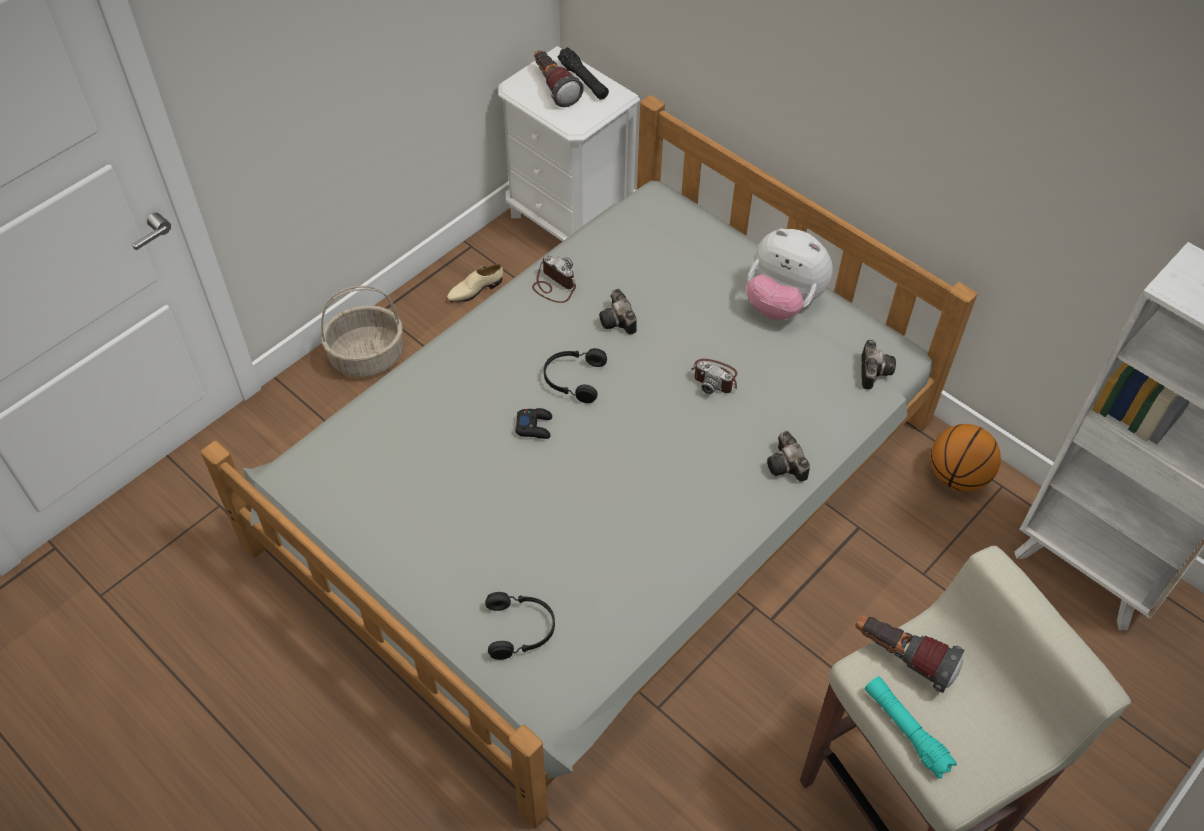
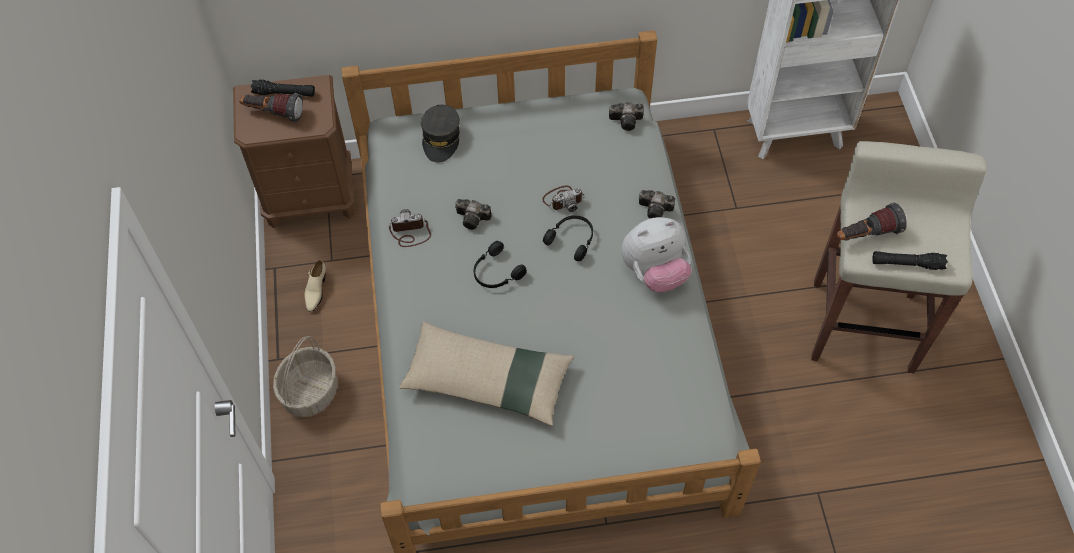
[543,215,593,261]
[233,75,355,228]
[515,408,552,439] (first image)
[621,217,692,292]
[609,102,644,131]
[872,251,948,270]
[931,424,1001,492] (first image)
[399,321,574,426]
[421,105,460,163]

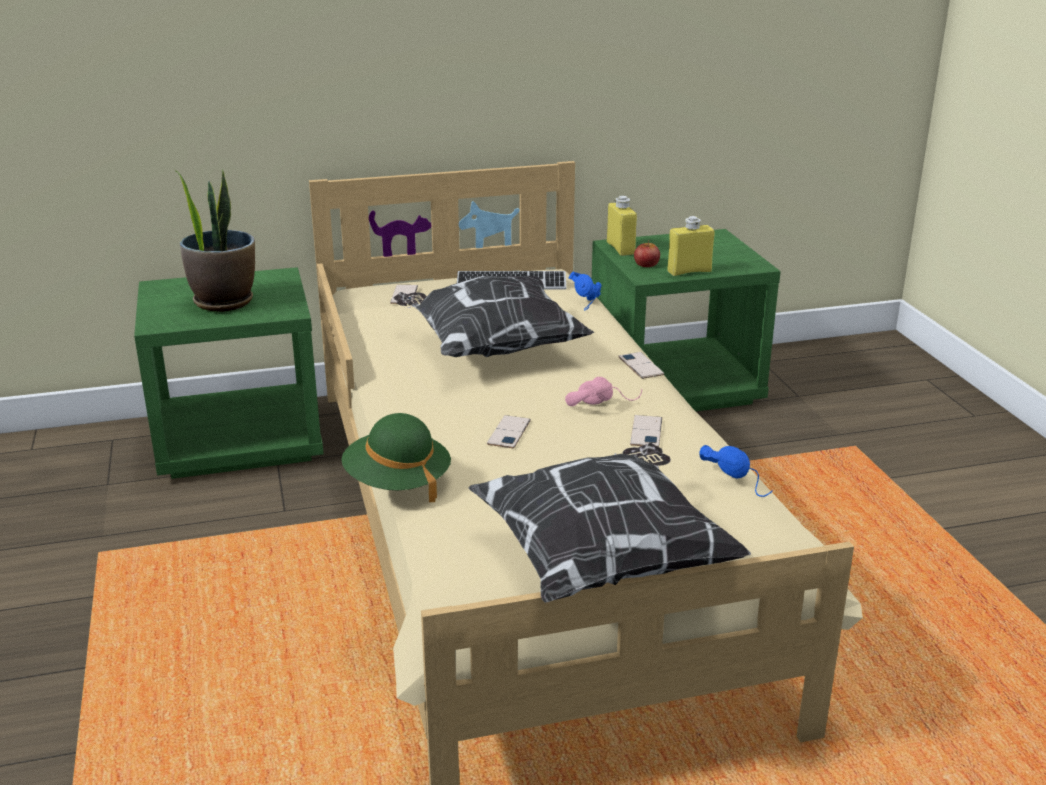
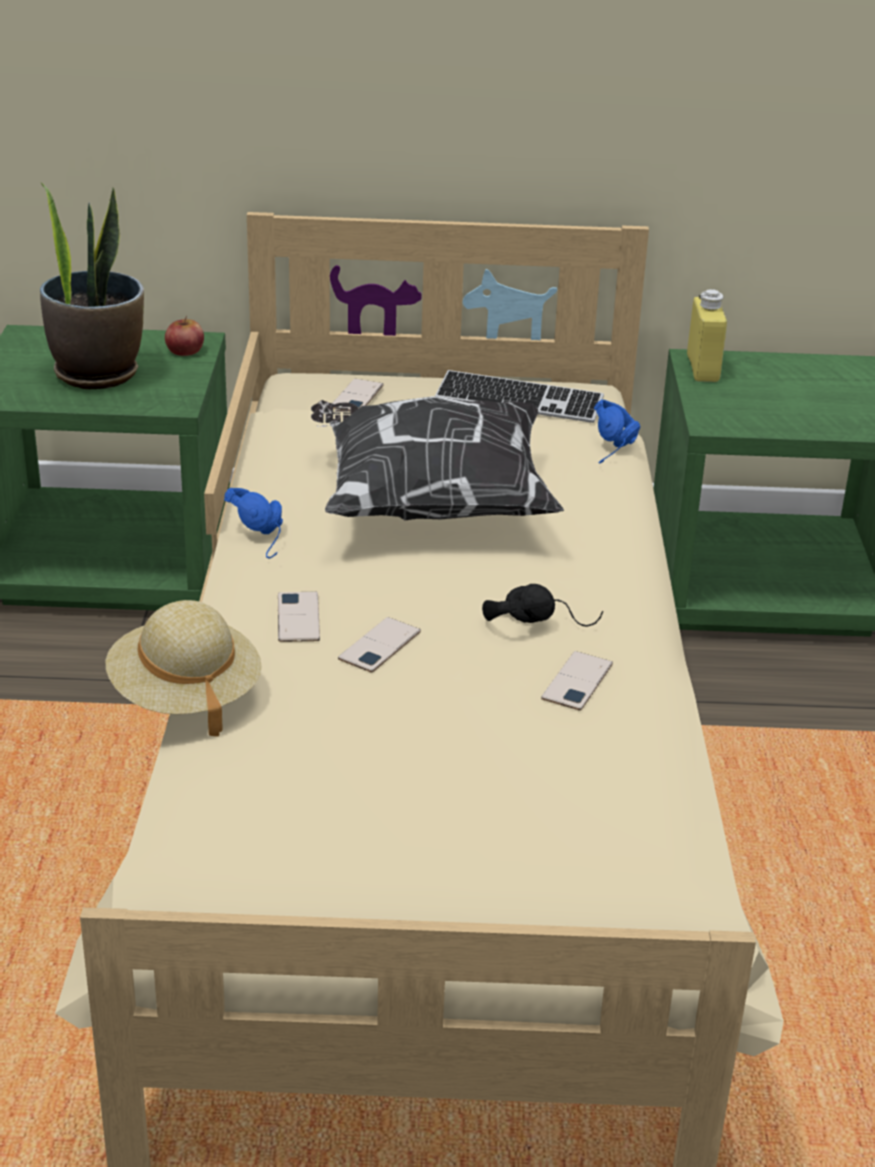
[106,600,262,736]
[469,442,751,603] (first image)
[482,584,603,626]
[278,592,320,642]
[165,316,204,356]
[668,216,715,276] (first image)
[224,488,283,558]

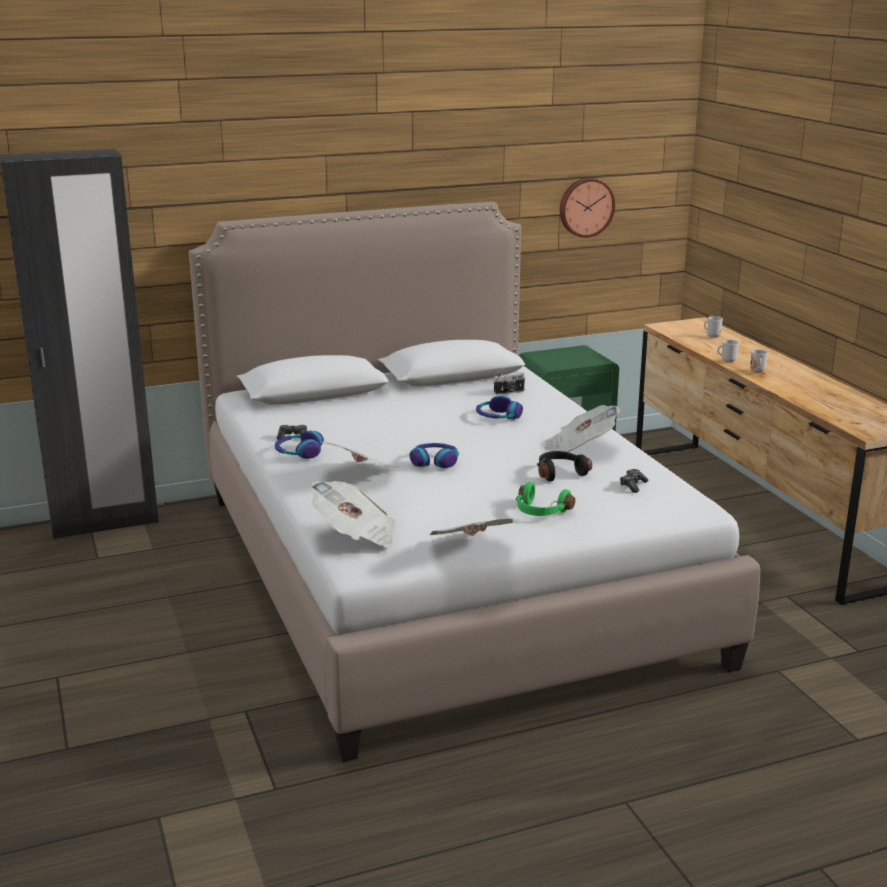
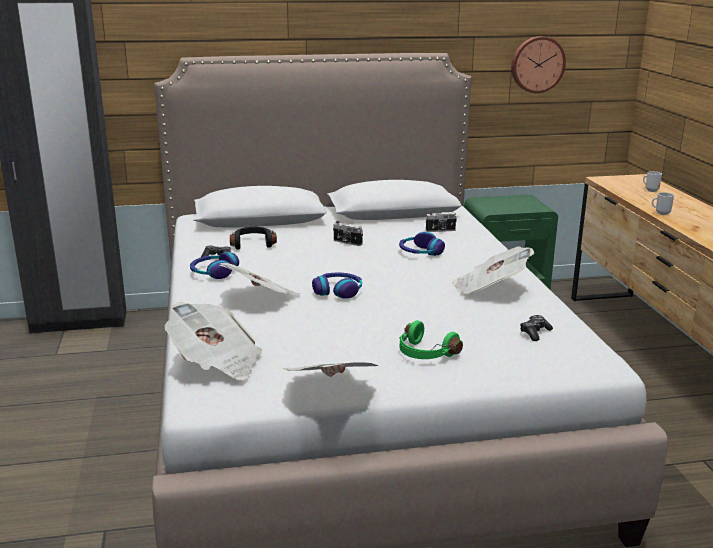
[230,227,277,249]
[750,350,768,373] (first image)
[333,221,363,246]

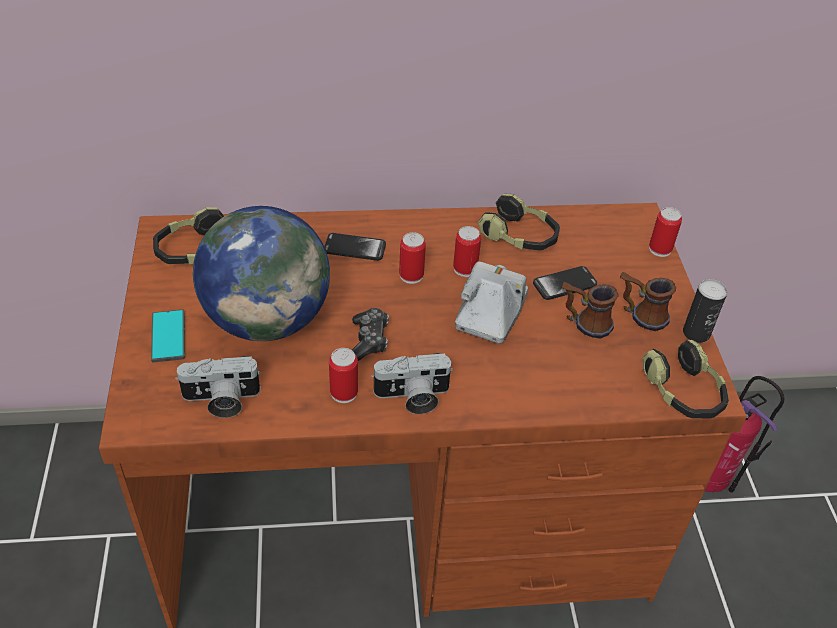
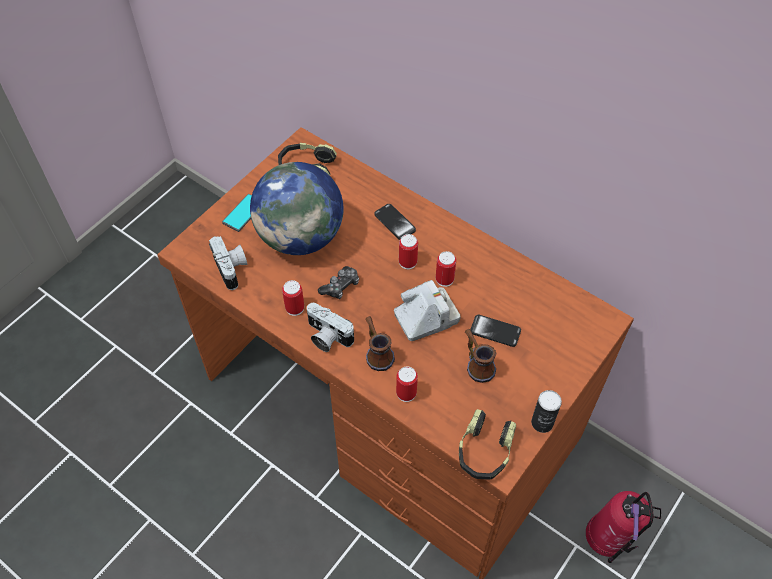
[209,236,247,290]
[478,194,560,250] (first image)
[365,316,395,371]
[396,366,418,402]

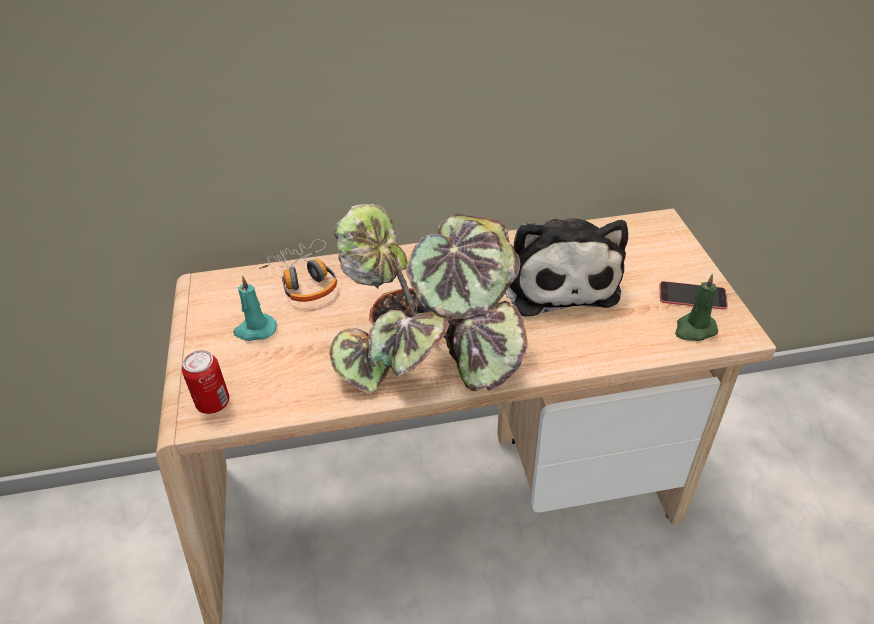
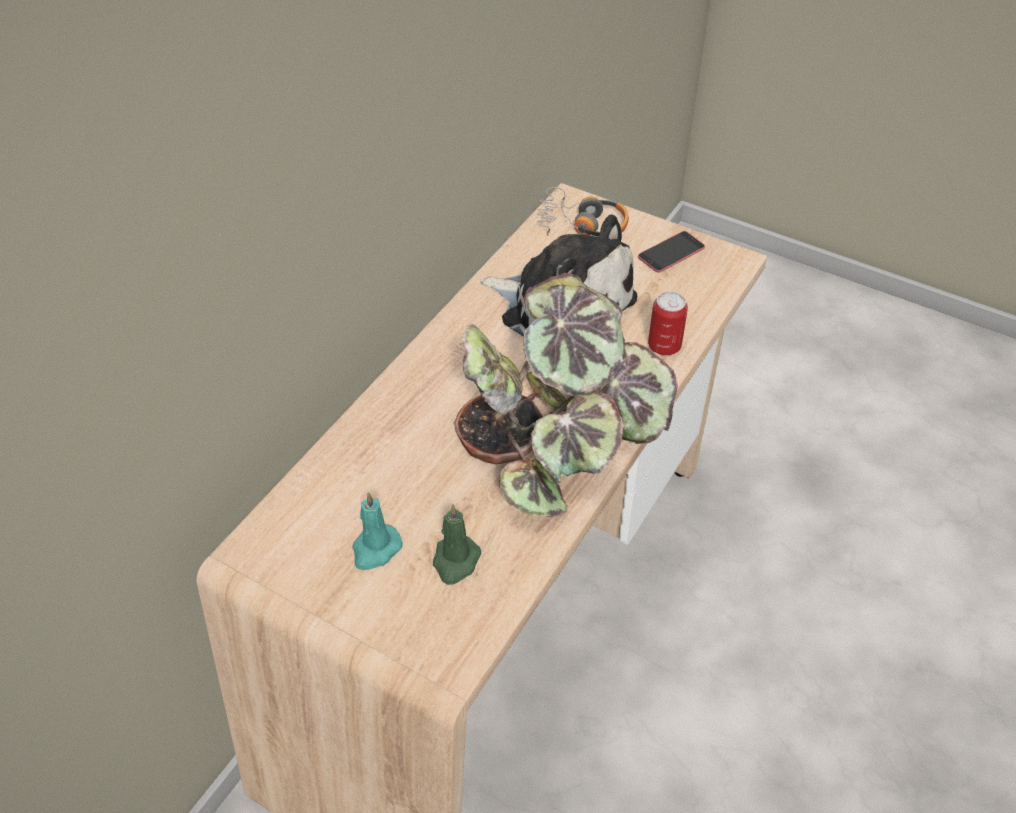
[648,291,688,356]
[537,187,629,236]
[433,505,482,585]

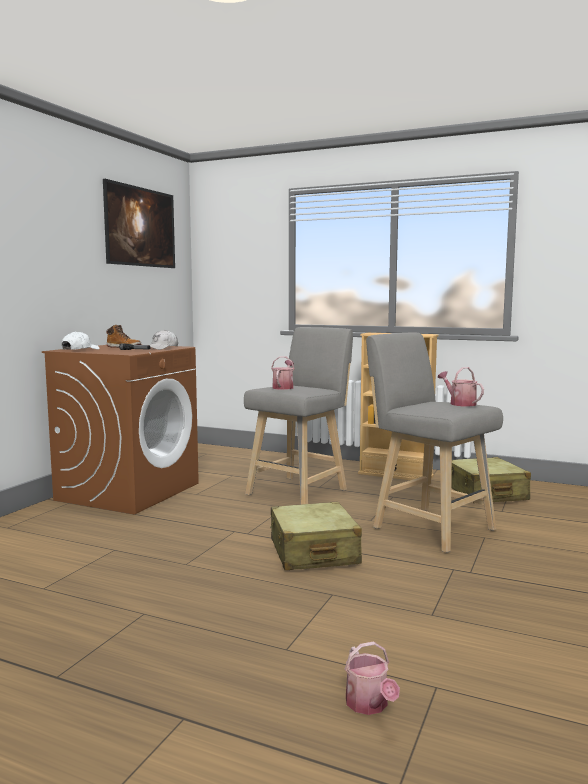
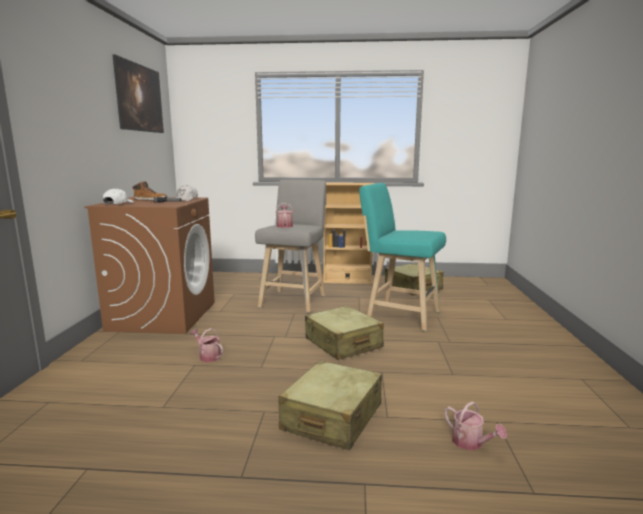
[359,183,446,331]
[190,328,223,362]
[278,361,382,450]

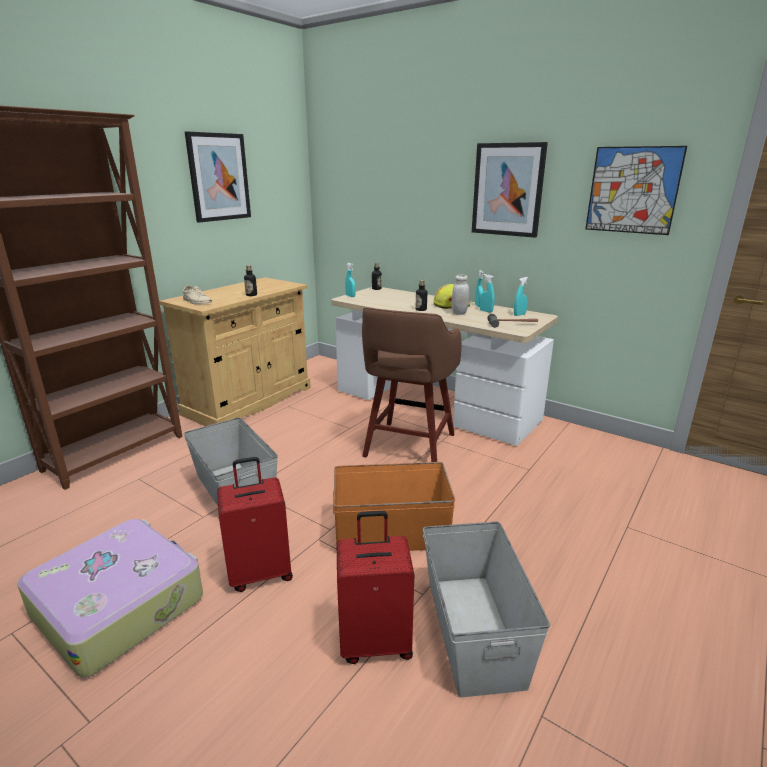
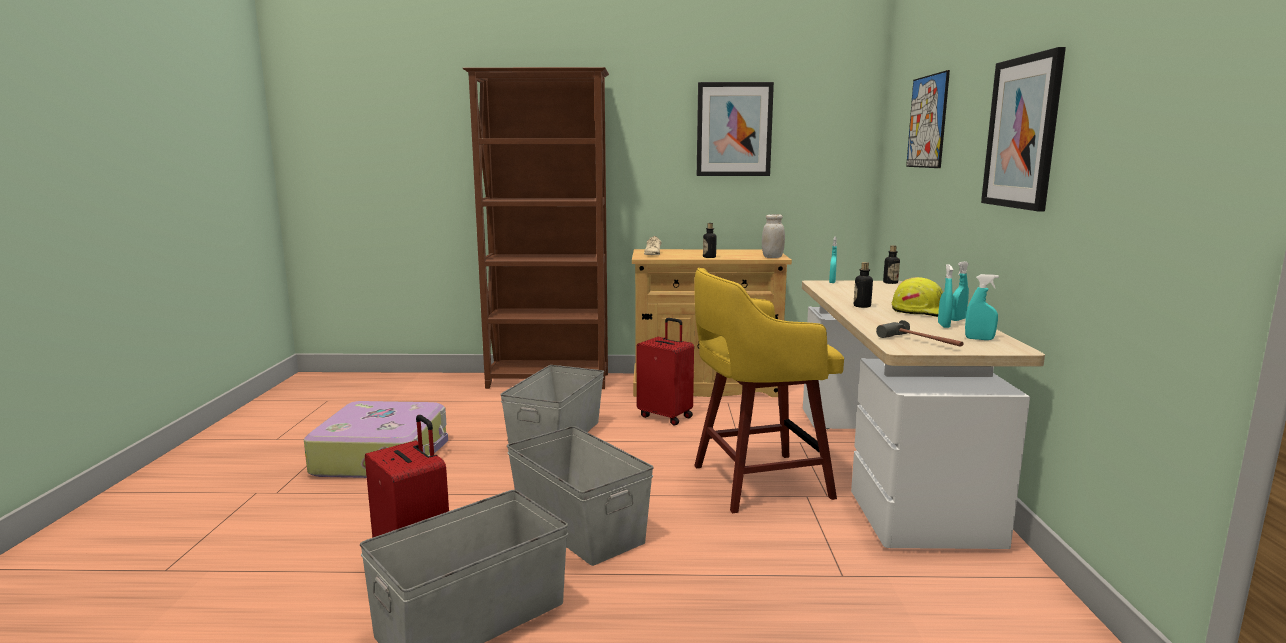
[637,318,694,425]
[507,426,654,566]
[694,268,844,513]
[762,214,785,258]
[906,70,950,168]

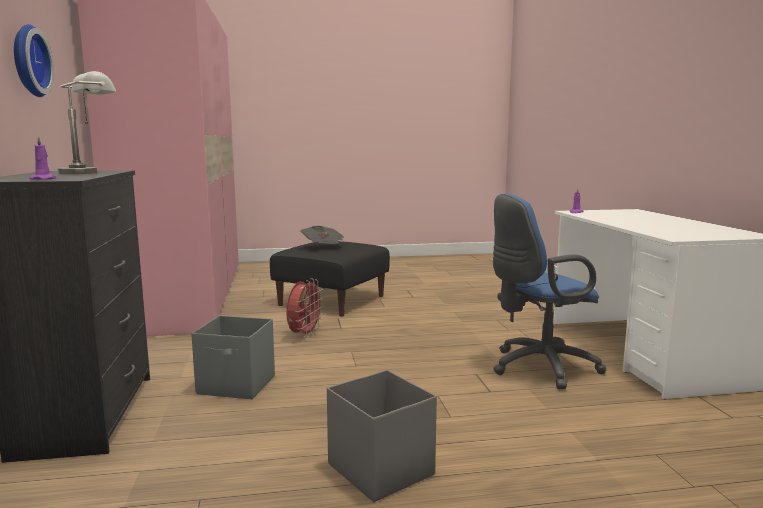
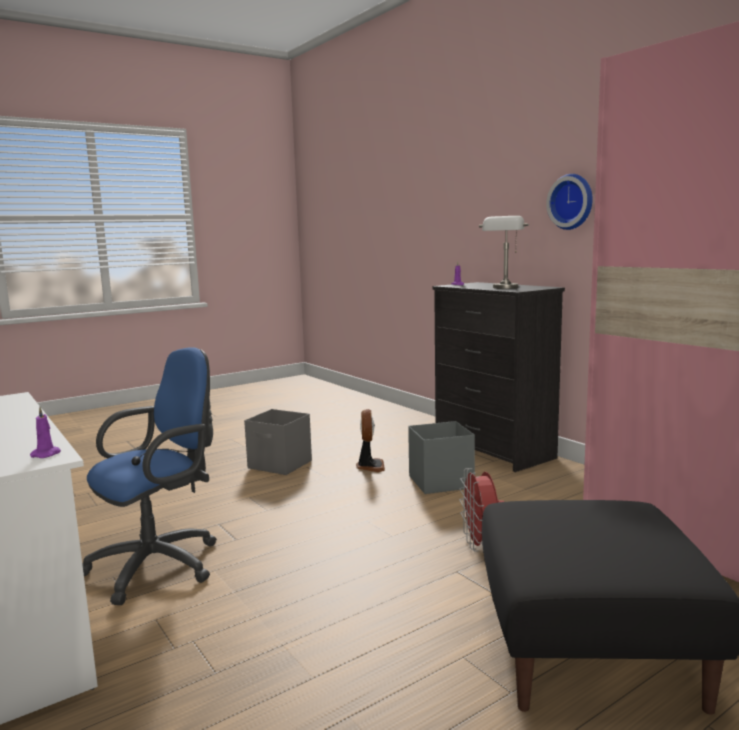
[300,226,344,244] (first image)
[356,409,385,472]

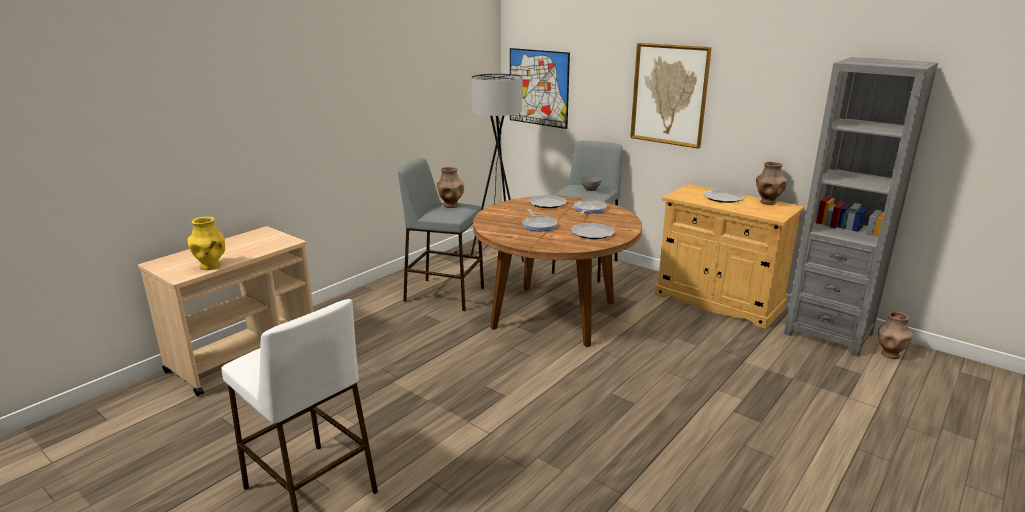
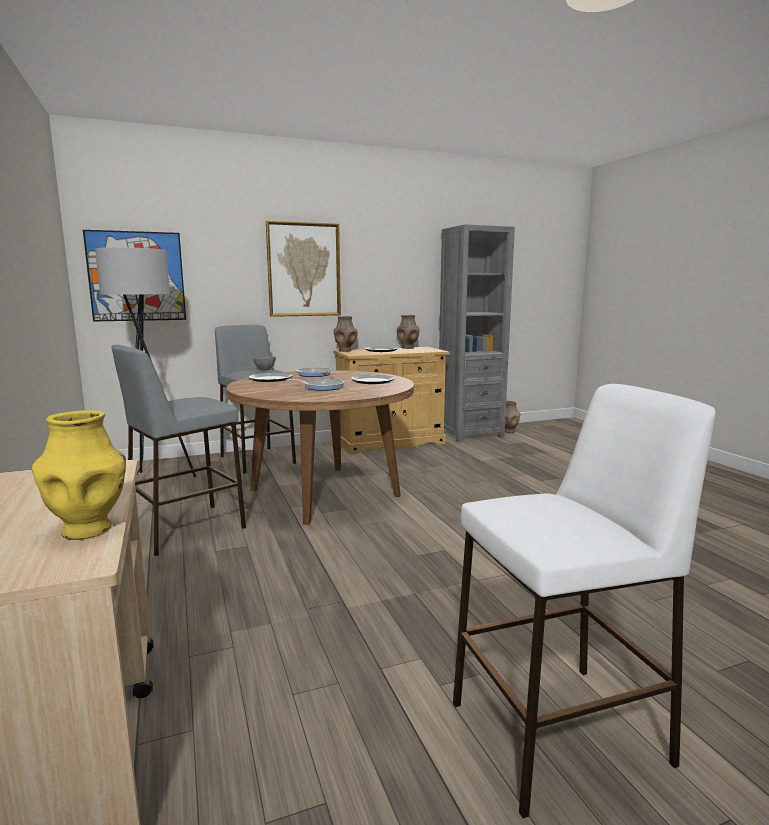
[333,316,358,352]

